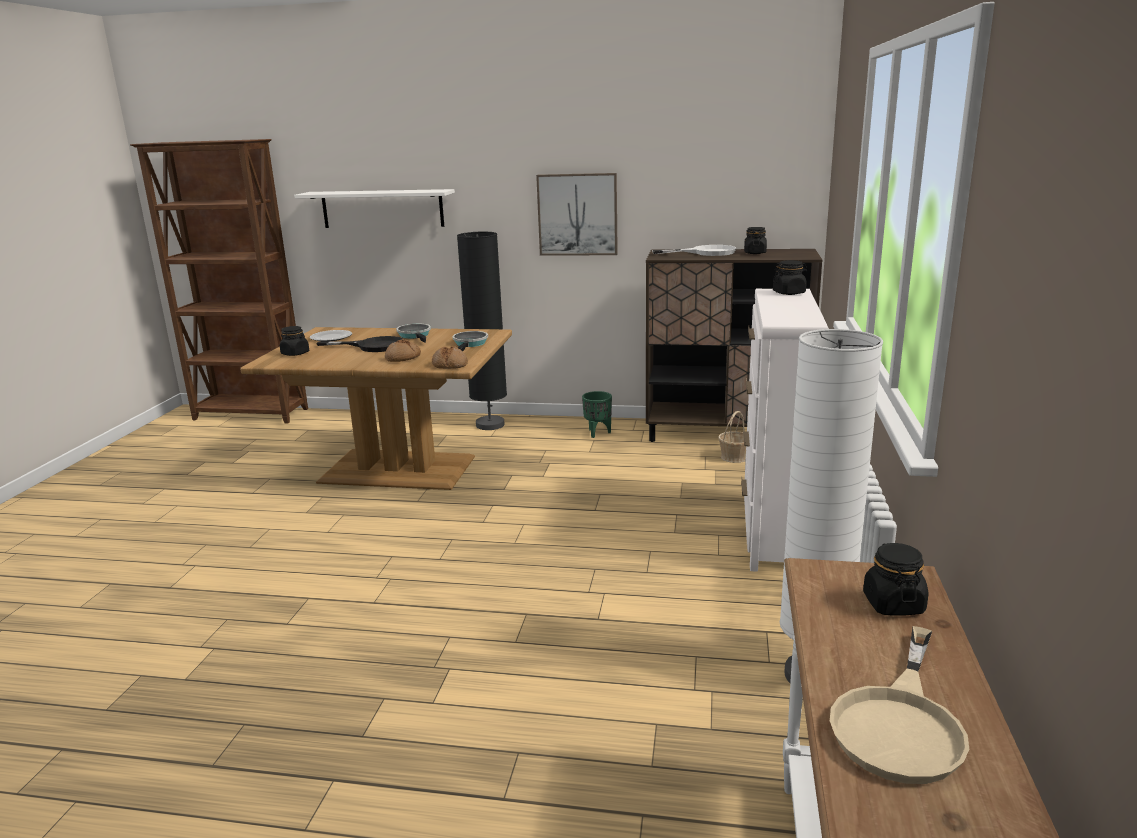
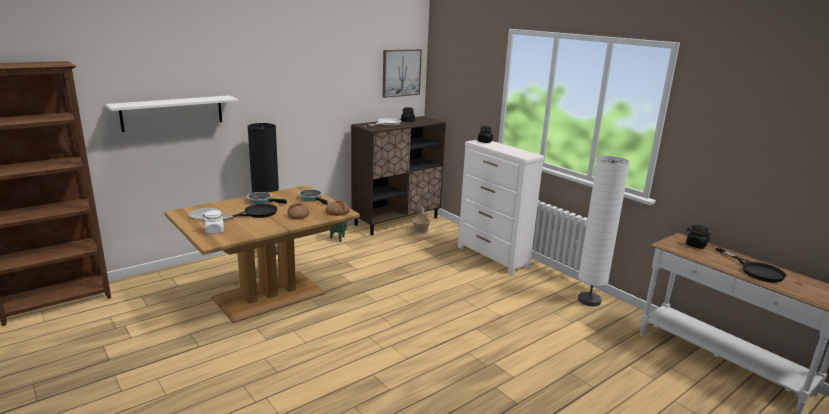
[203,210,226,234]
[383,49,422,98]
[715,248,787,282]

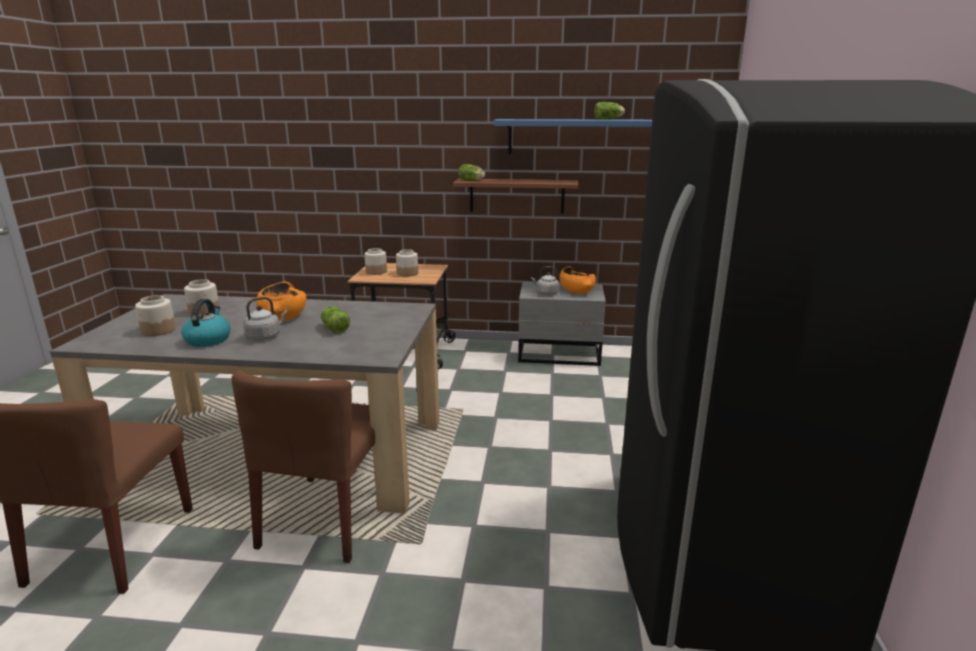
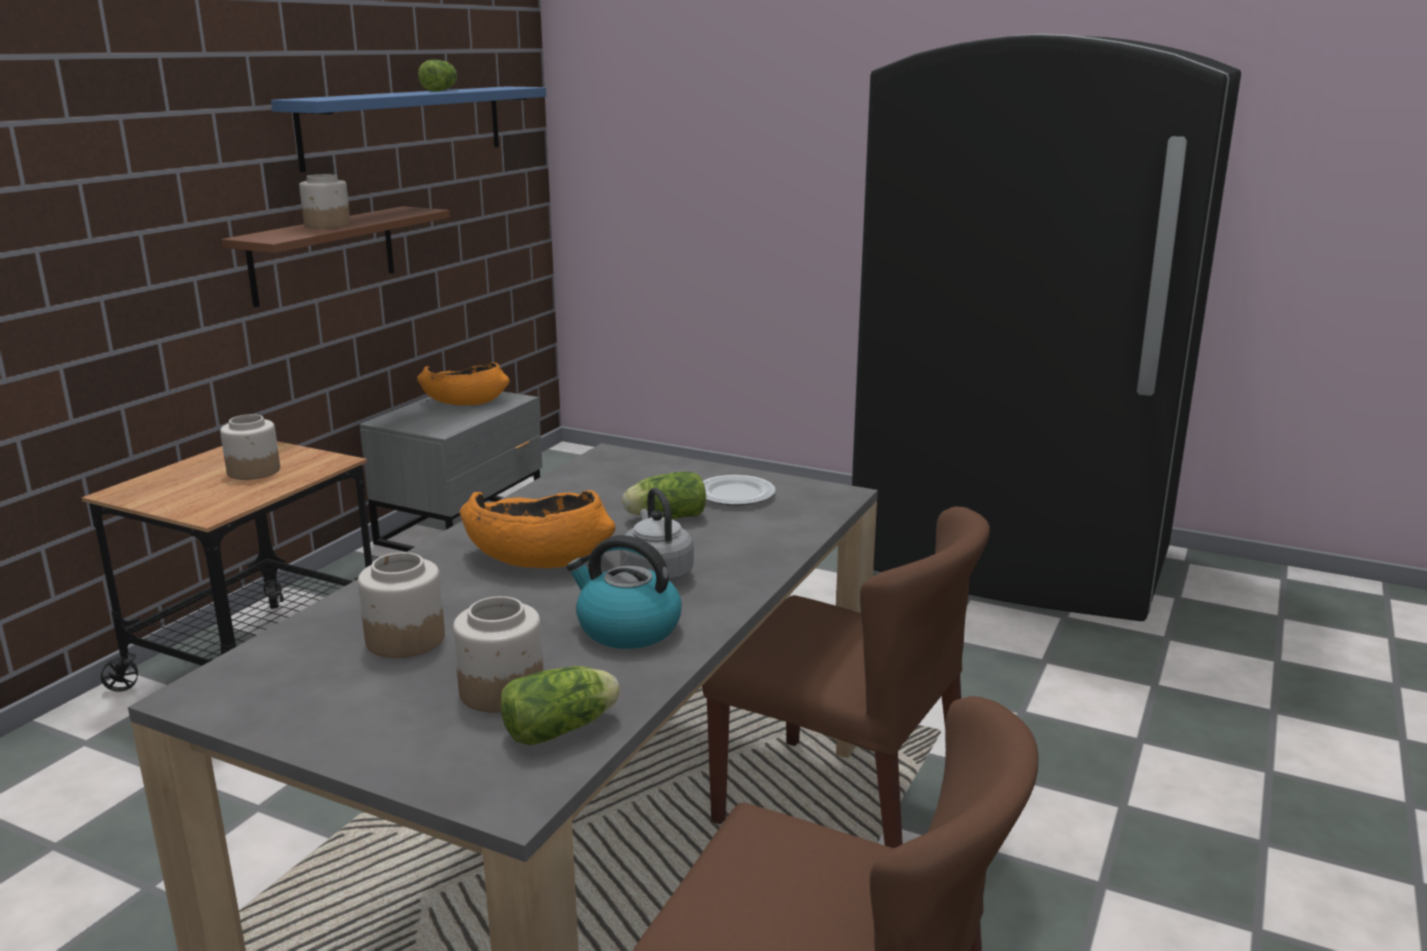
[299,174,351,229]
[500,666,620,745]
[531,266,559,295] (first image)
[703,475,776,506]

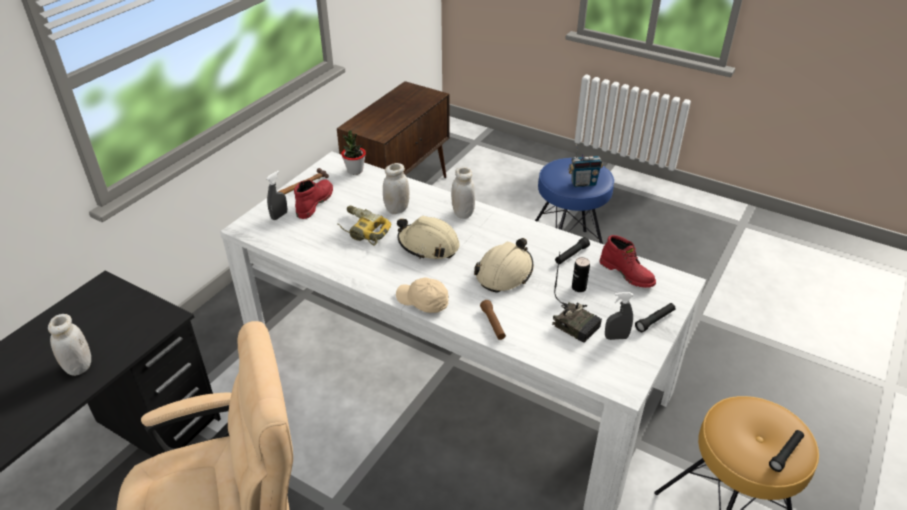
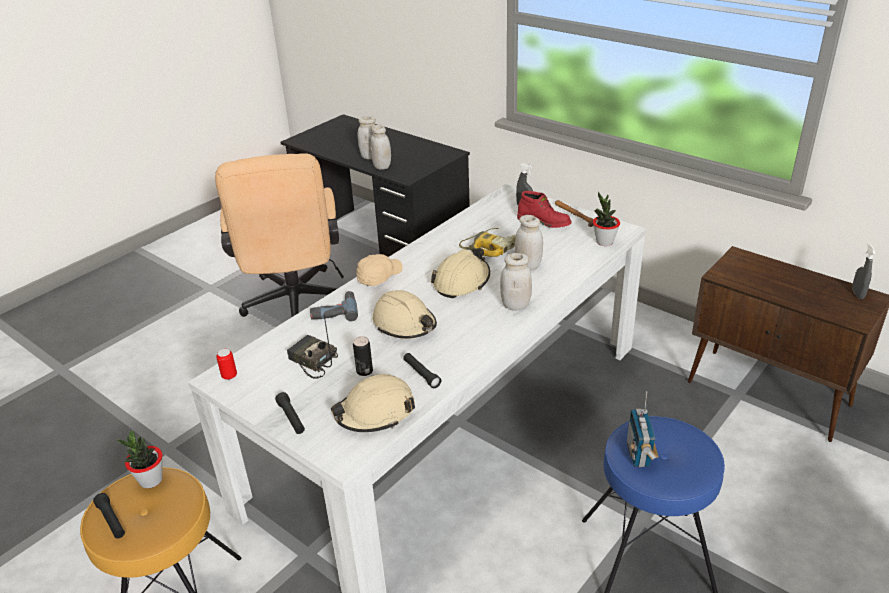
[310,291,358,321]
[287,314,338,379]
[331,374,415,432]
[852,243,876,299]
[117,431,163,488]
[216,349,237,380]
[370,125,391,170]

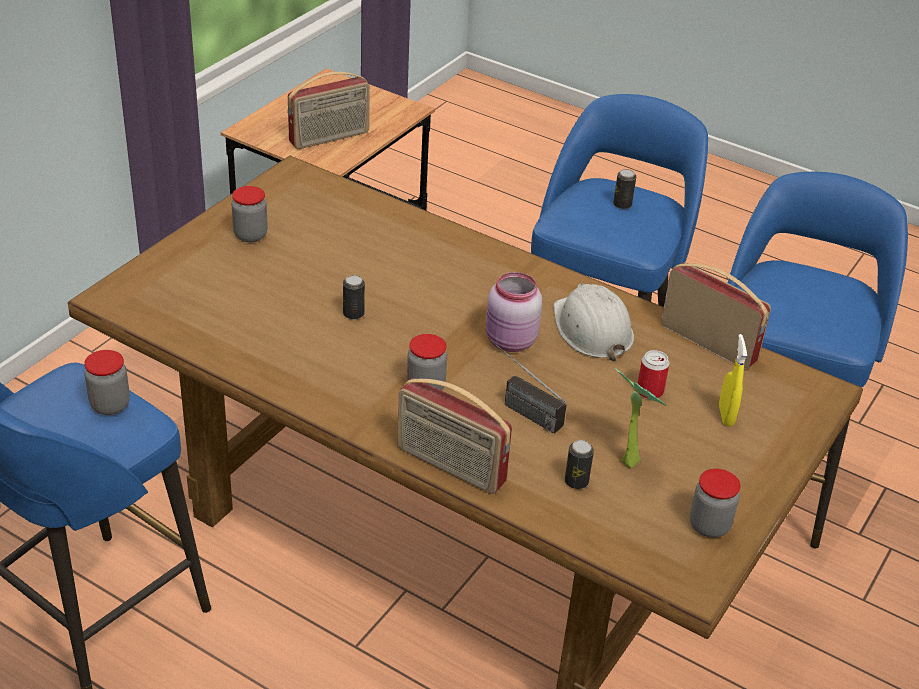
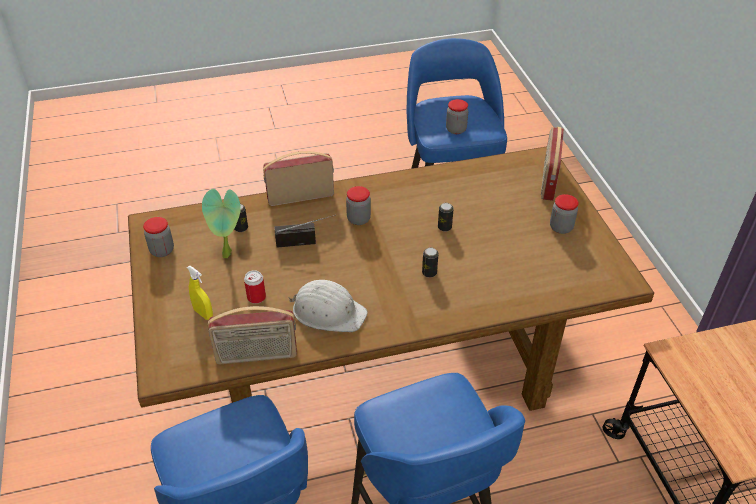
[541,127,564,201]
[486,272,542,352] (first image)
[422,247,438,277]

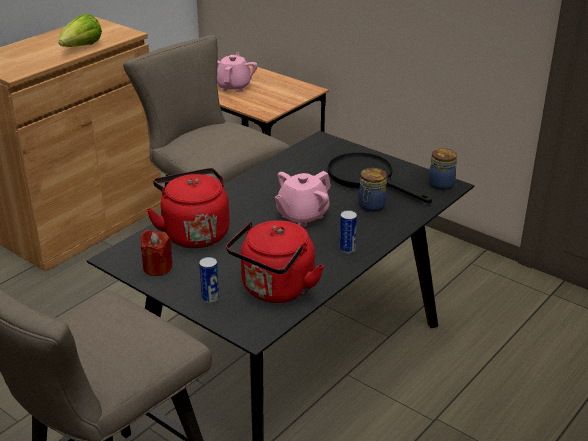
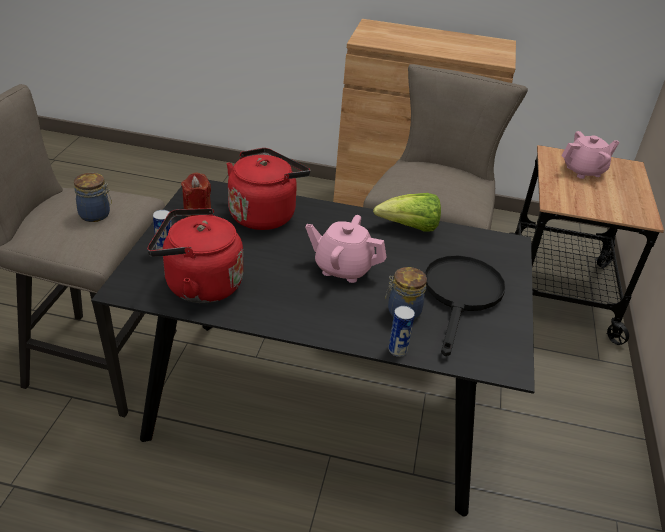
[373,193,441,232]
[388,306,415,357]
[74,173,112,222]

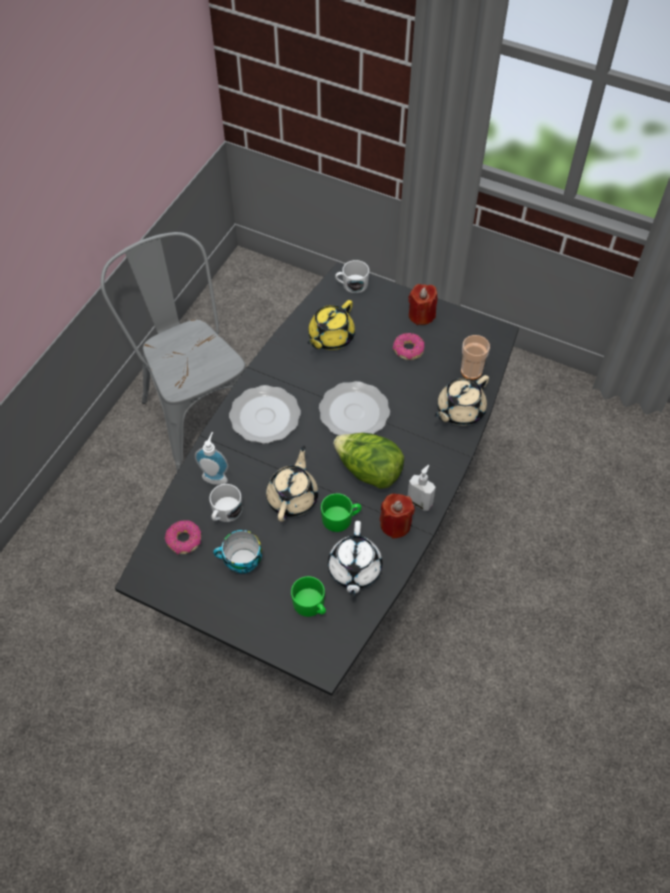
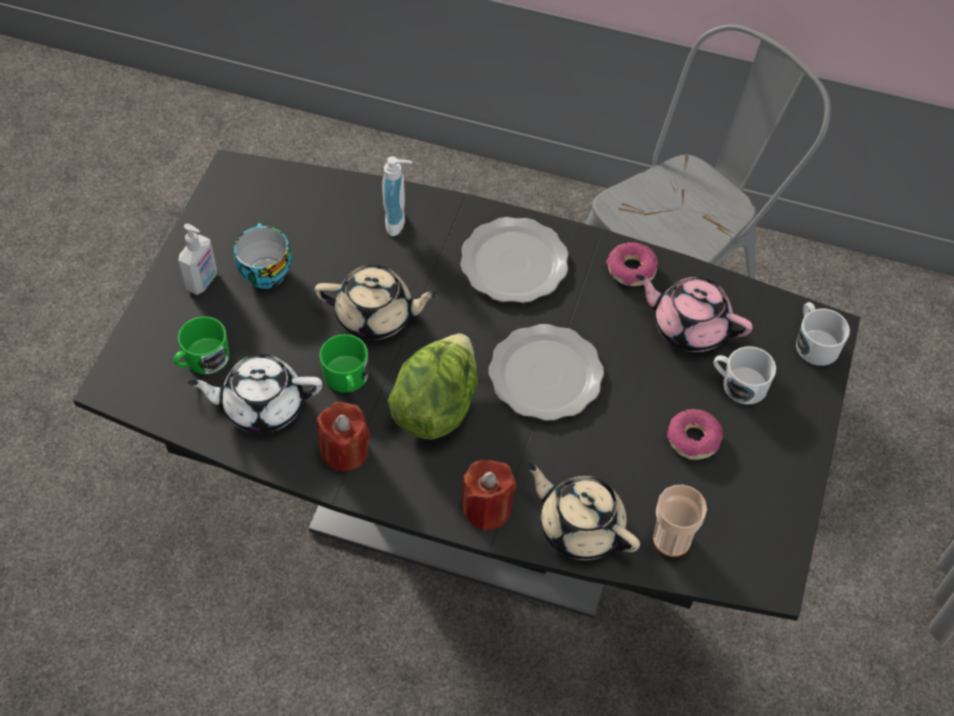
[606,242,658,286]
[714,346,776,405]
[636,275,753,352]
[178,224,217,295]
[462,460,516,531]

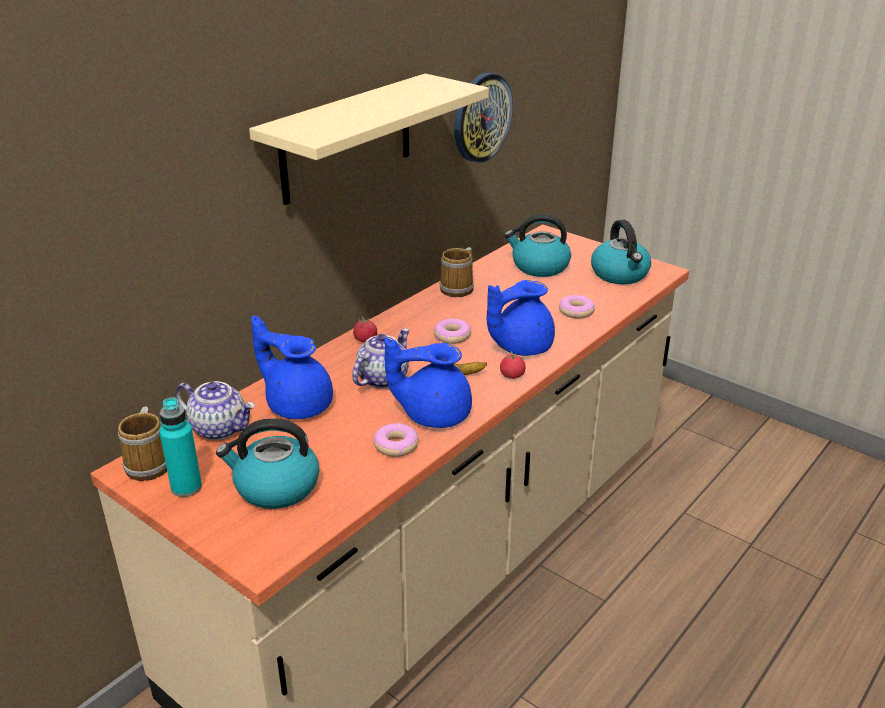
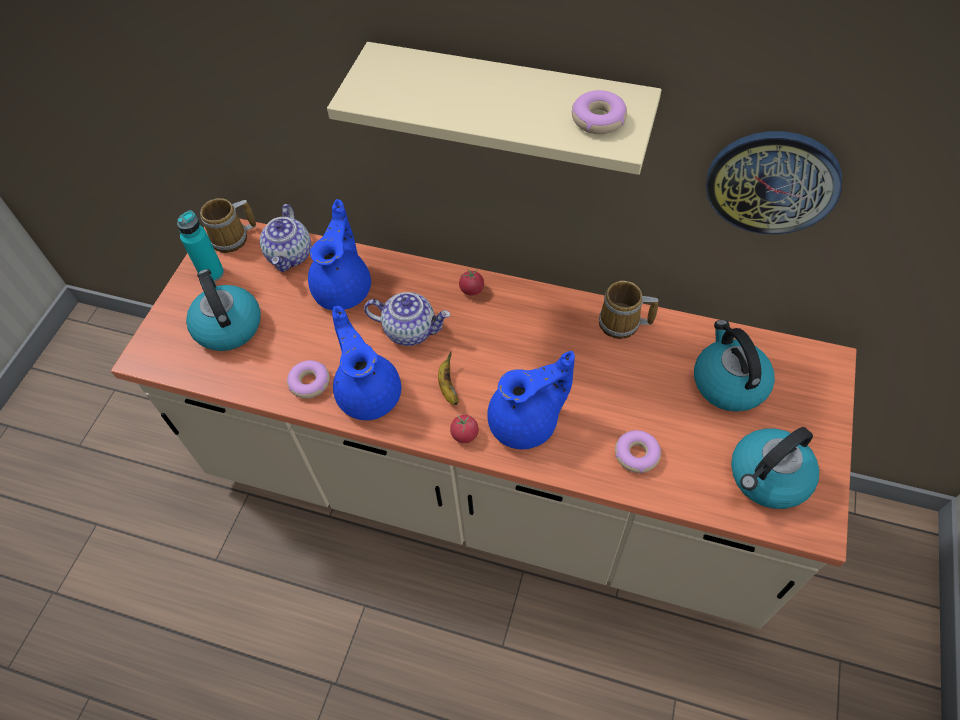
[572,90,627,134]
[487,351,575,449]

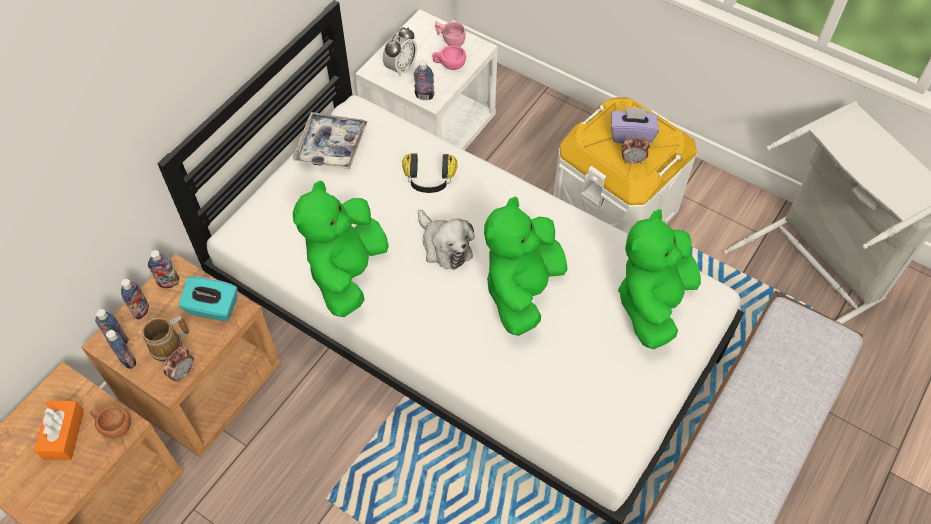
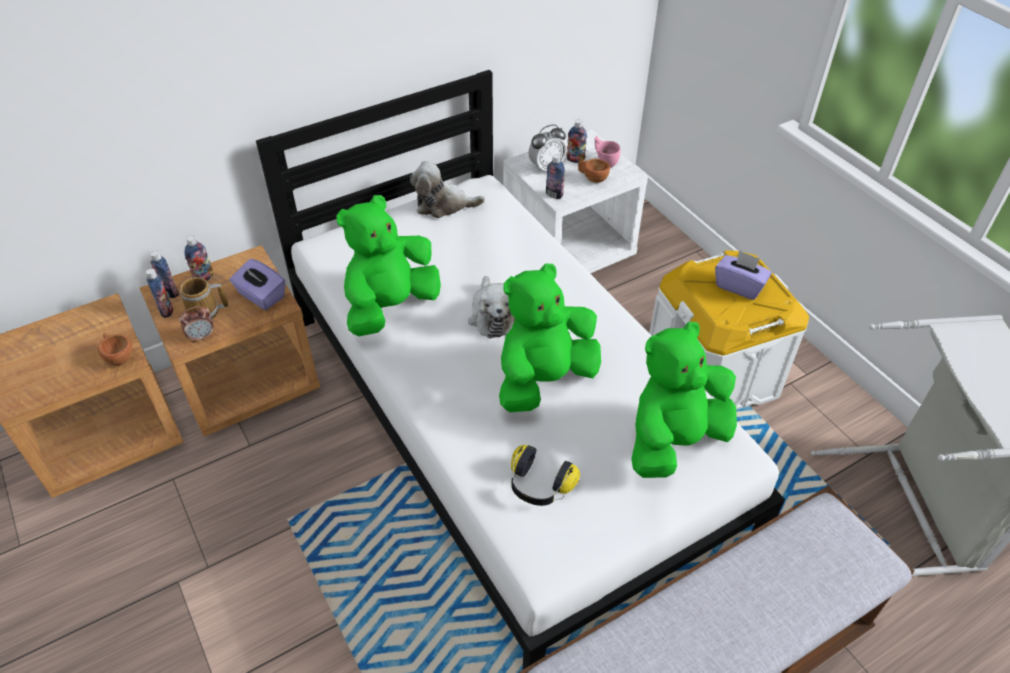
[34,401,84,460] (first image)
[566,120,587,163]
[230,259,285,310]
[410,161,485,218]
[511,445,580,506]
[578,159,610,183]
[622,137,651,164] (first image)

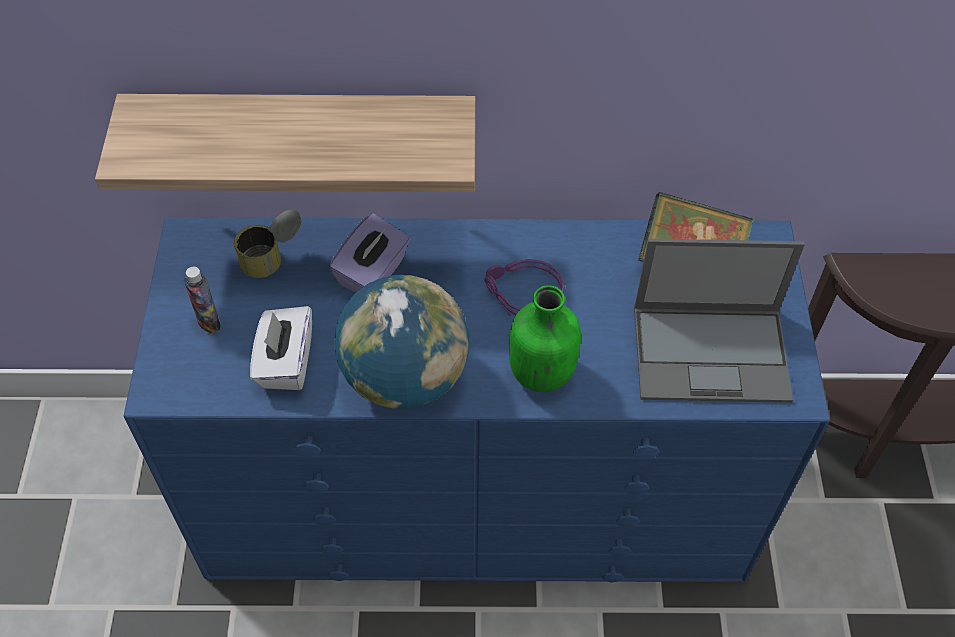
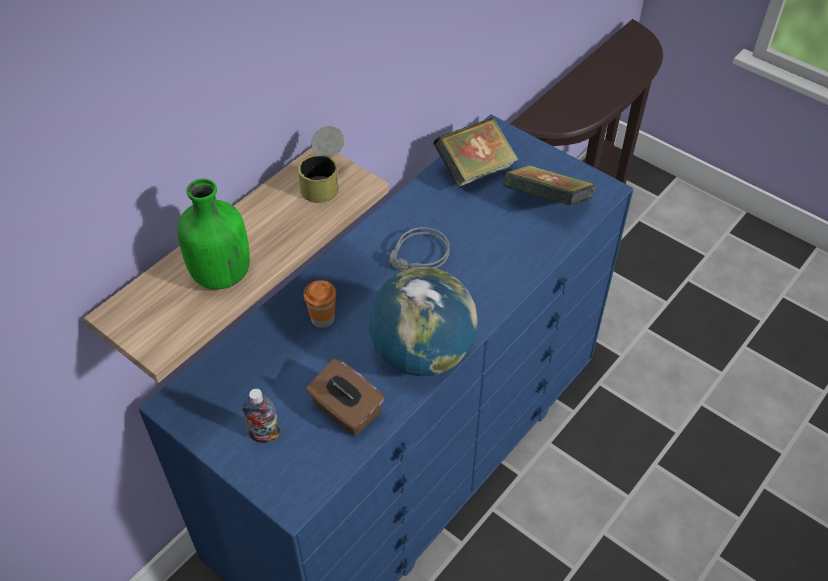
[297,126,344,203]
[306,358,385,435]
[303,280,336,328]
[389,227,450,271]
[177,179,250,289]
[503,165,596,206]

